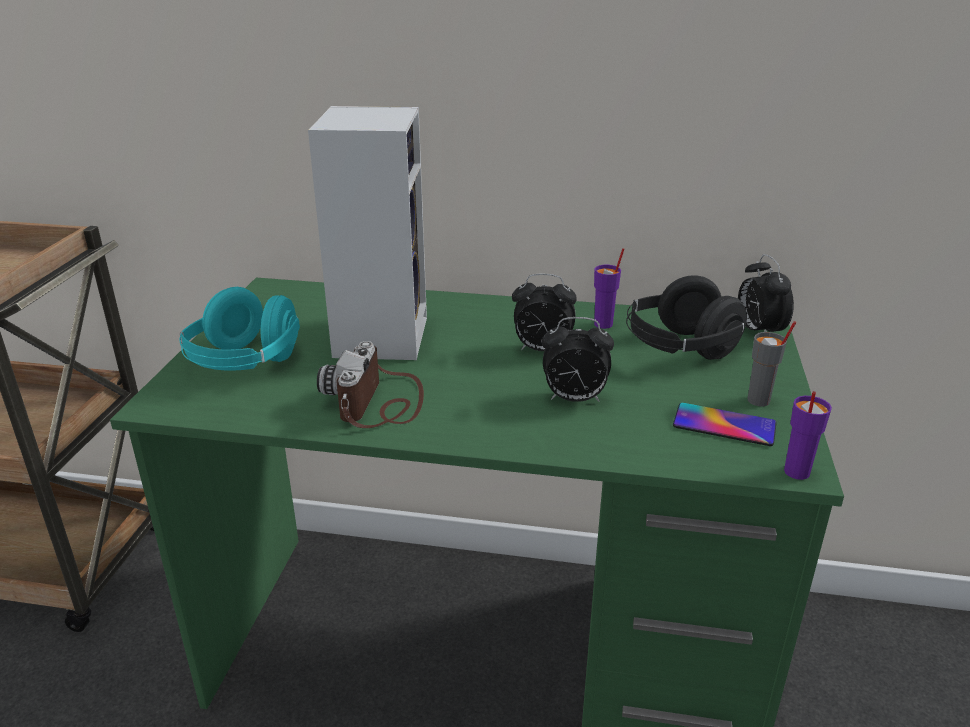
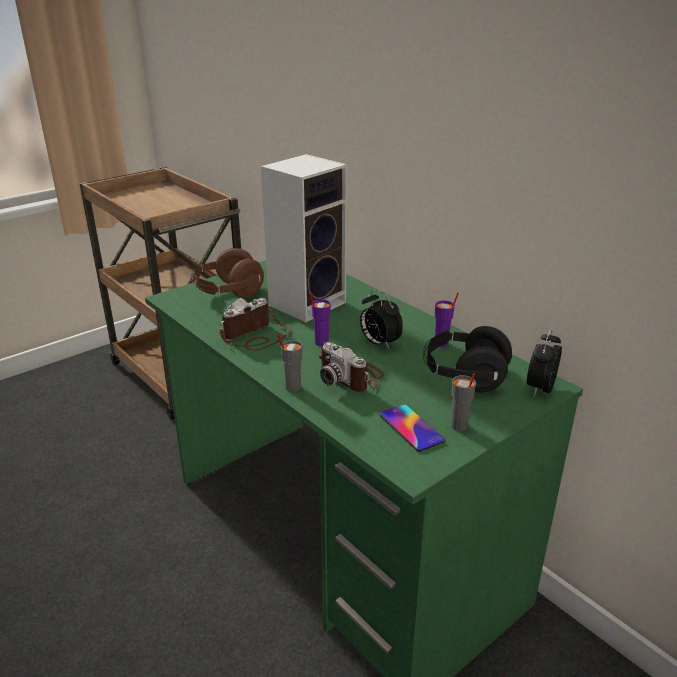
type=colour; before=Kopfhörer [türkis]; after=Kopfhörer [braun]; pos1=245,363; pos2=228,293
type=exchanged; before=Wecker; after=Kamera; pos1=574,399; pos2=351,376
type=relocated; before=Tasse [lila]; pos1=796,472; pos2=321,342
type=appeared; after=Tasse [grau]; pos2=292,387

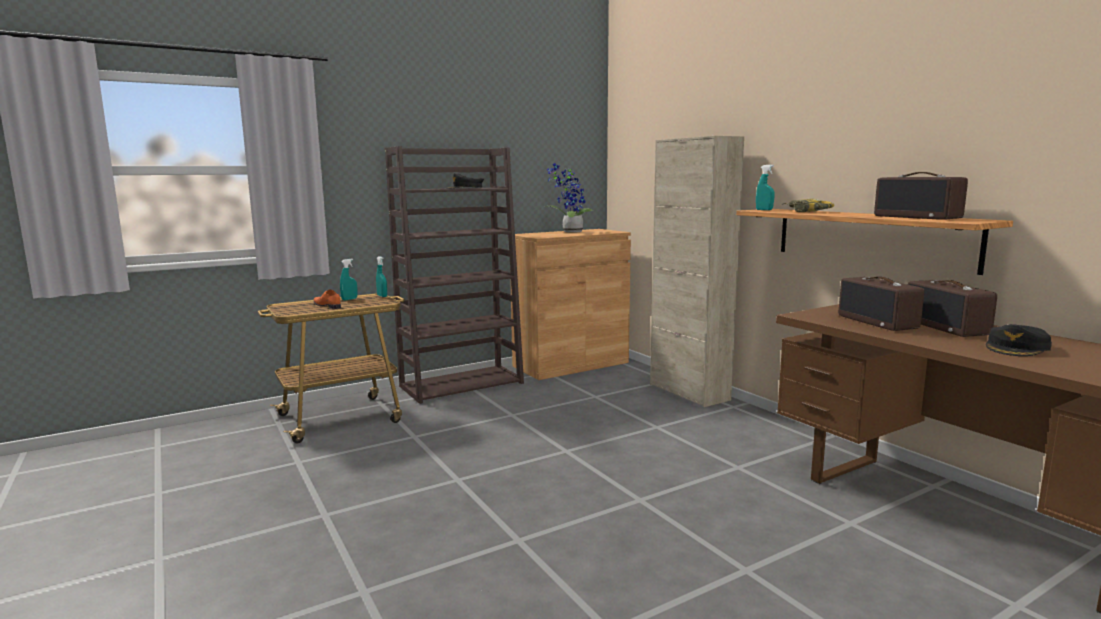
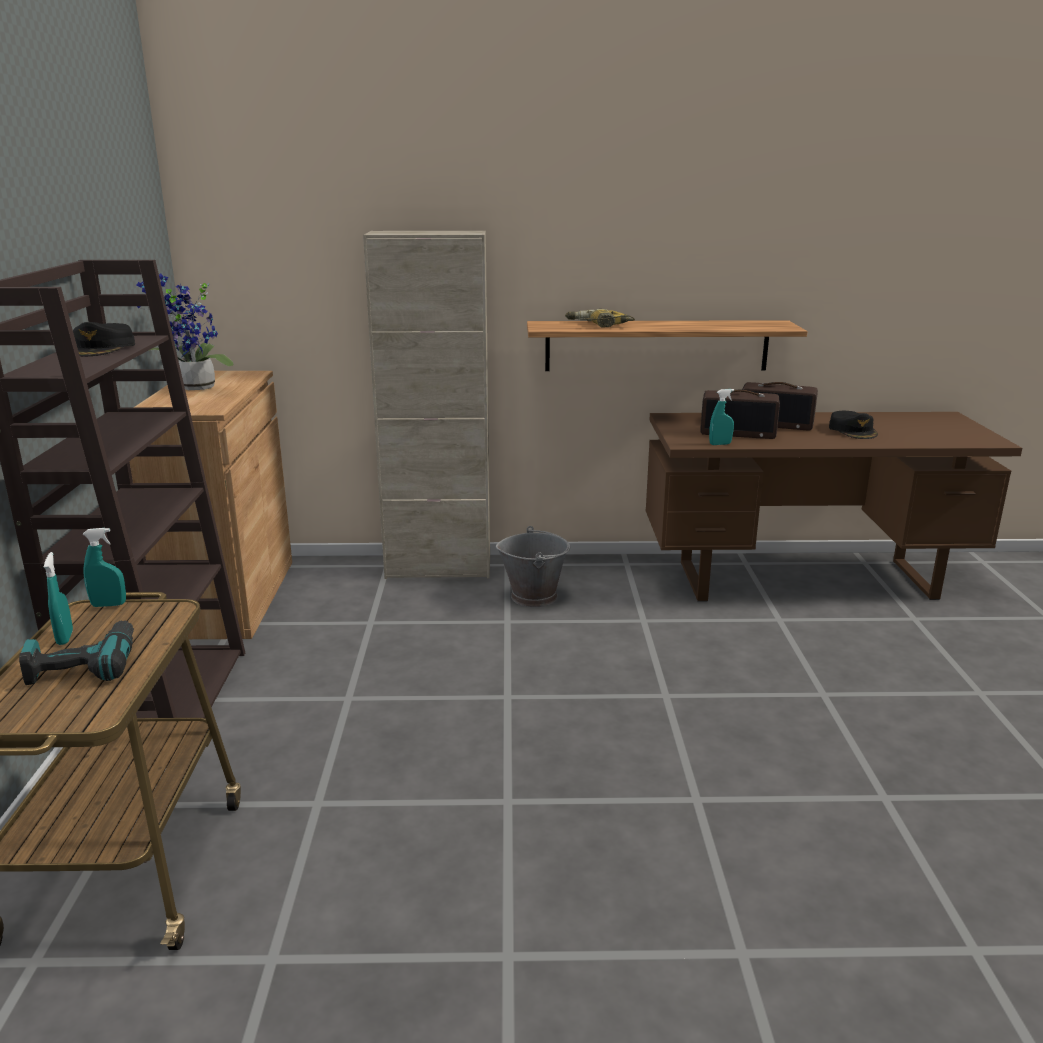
type=exchanged; before=Schuh [orange]; after=Bohrmaschine; pos1=328,305; pos2=83,665
type=relocated; before=Sprühflasche [türkis]; pos1=764,210; pos2=720,444
type=missing; before=Radio; pos1=918,217
type=appeared; after=Eimer [grau]; pos2=534,596

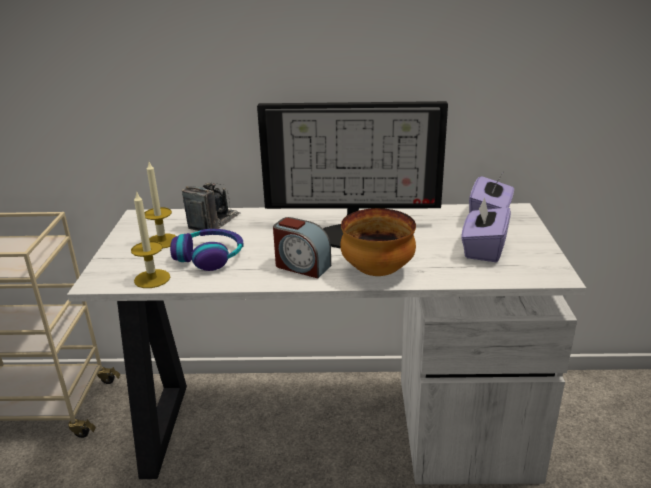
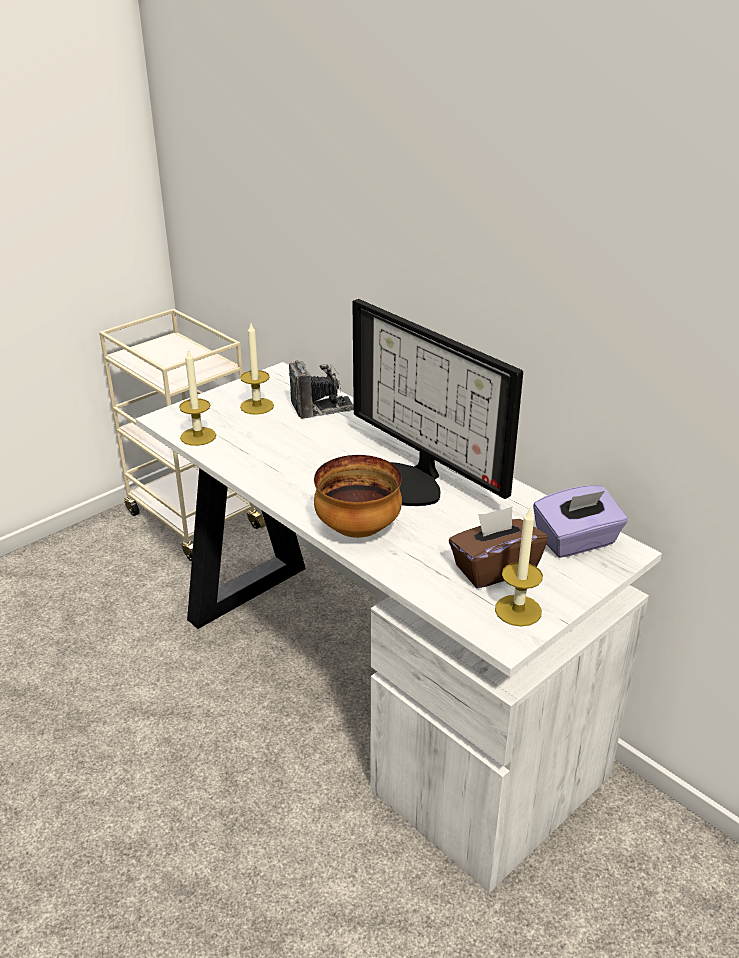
type=missing; before=Kopfhörer; pos1=210,256
type=missing; before=Wecker; pos1=302,266
type=colour; before=Taschentuchbox [lila]; after=Taschentuchbox [braun]; pos1=483,249; pos2=494,569
type=appeared; after=Kerze; pos2=518,610

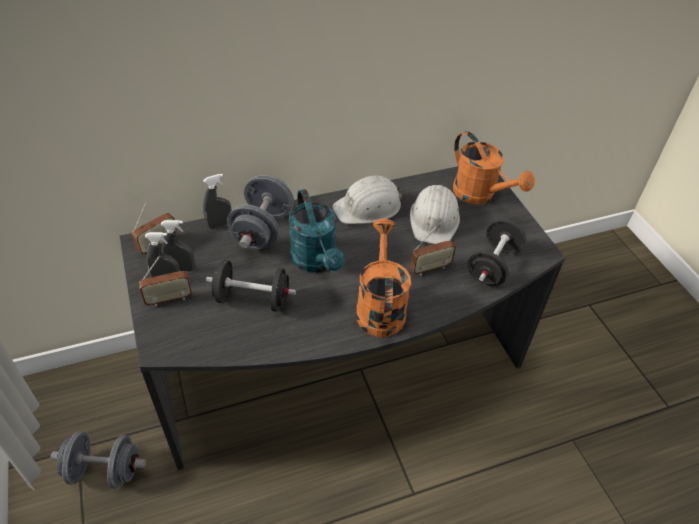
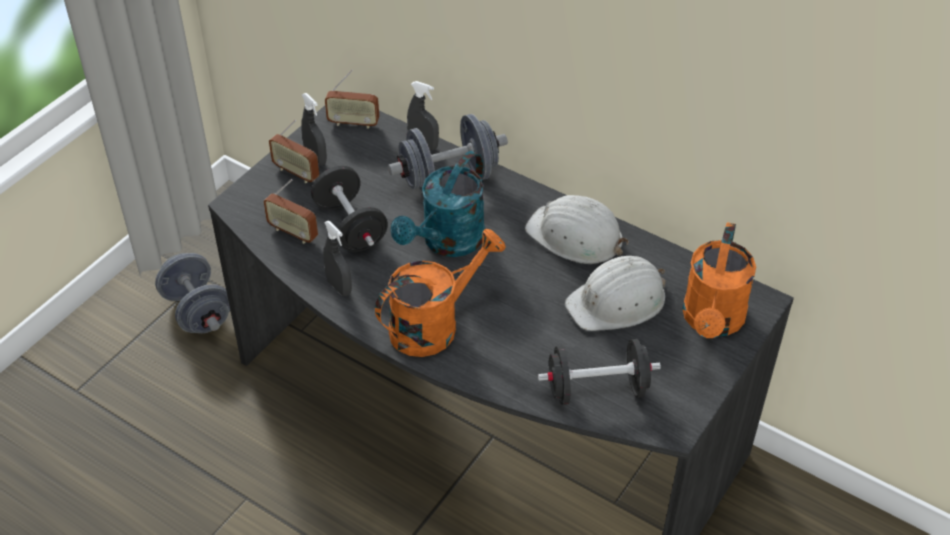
type=relocated; before=Sprühflasche [grau]; pos1=181,269; pos2=339,287
type=relocated; before=Radio; pos1=430,268; pos2=293,233

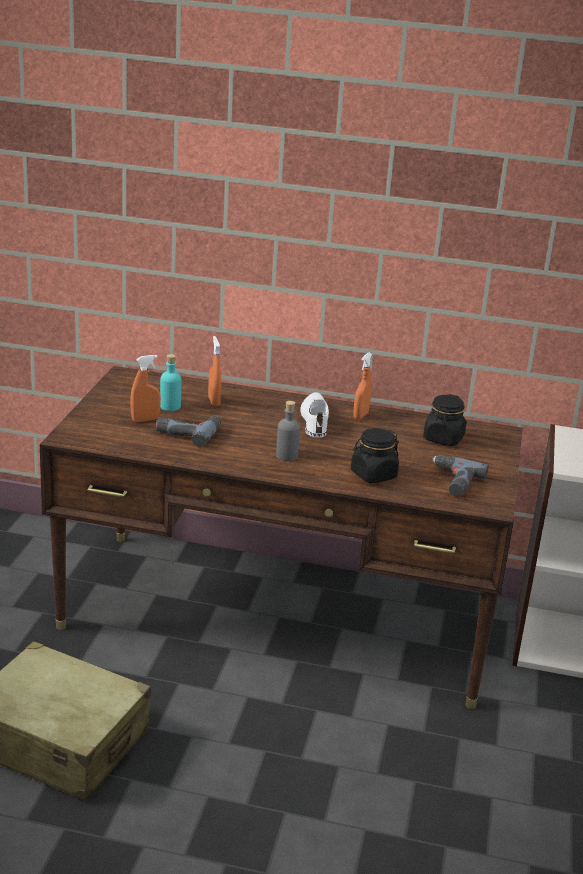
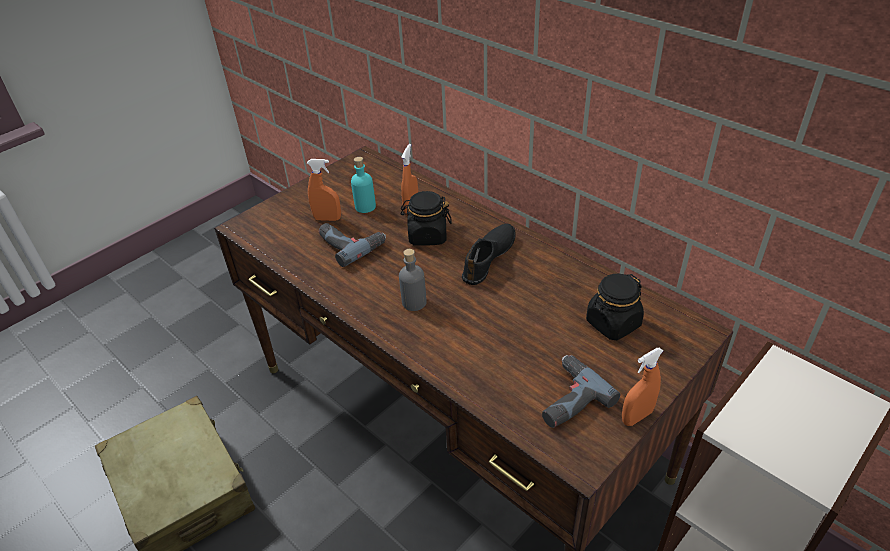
type=colour; before=Schuh [weiß]; after=Schuh [schwarz]; pos1=315,420; pos2=489,258
type=relocated; before=Vorratsglas [schwarz]; pos1=373,475; pos2=427,236
type=relocated; before=Sprühflasche [orange]; pos1=360,415; pos2=637,416

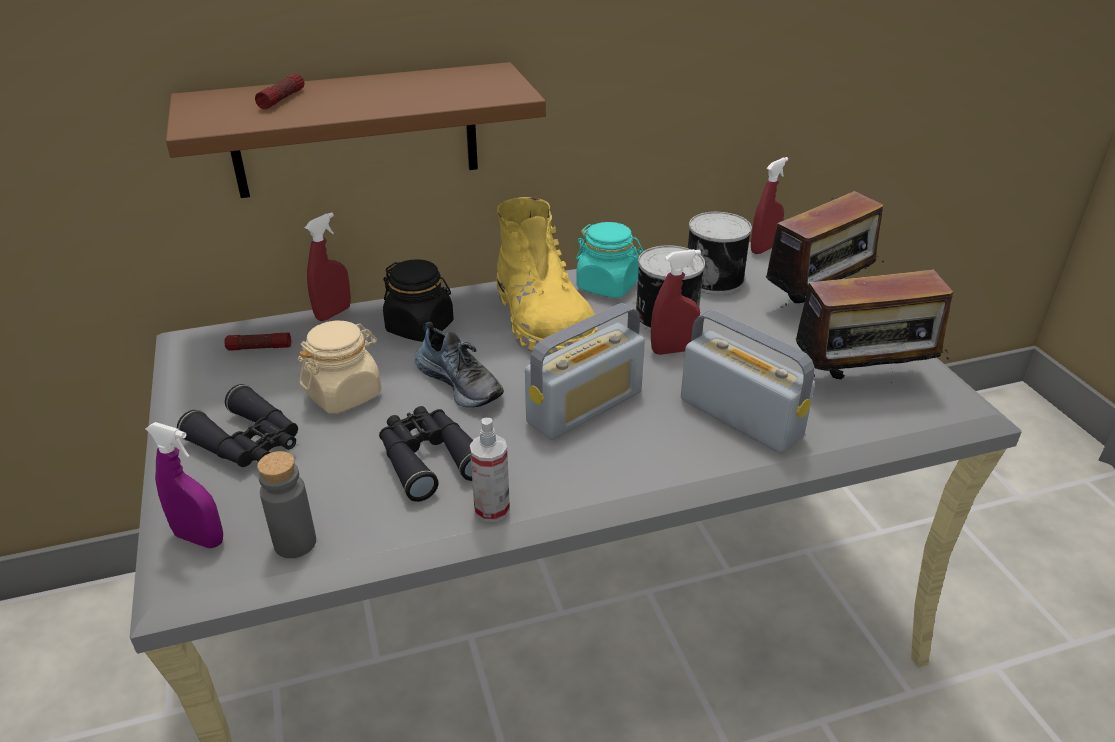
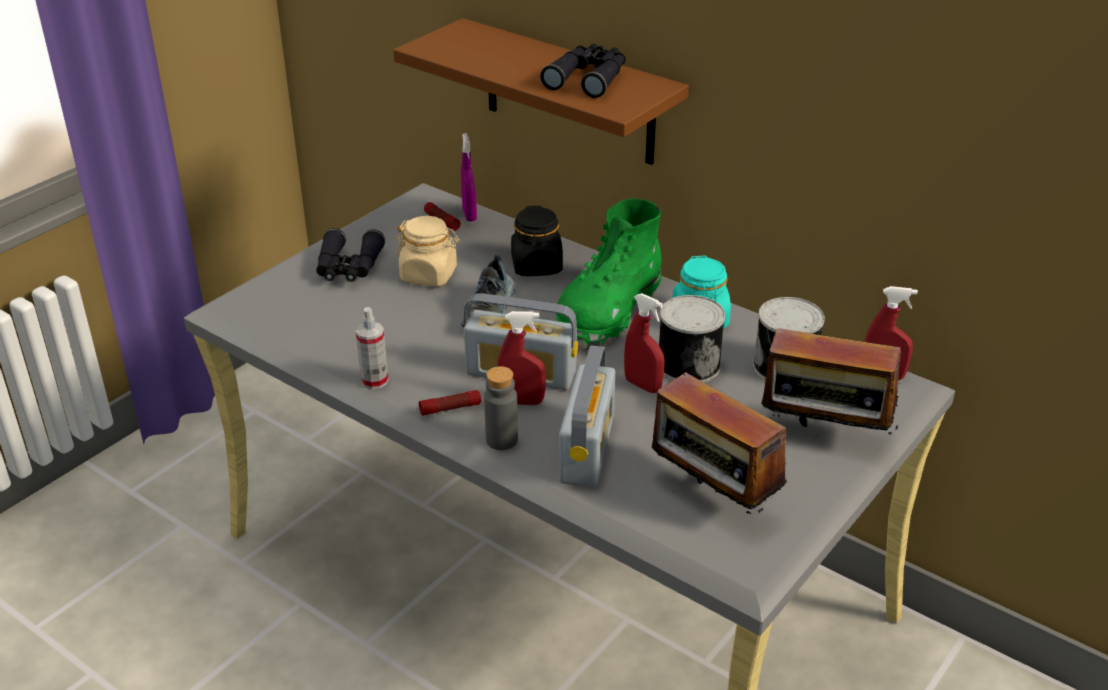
type=relocated; before=Sprühflasche [lila]; pos1=199,538; pos2=469,215
type=relocated; before=Taschenlampe; pos1=282,99; pos2=450,408
type=relocated; before=Flasche [grau]; pos1=295,543; pos2=501,440
type=relocated; before=Sprühflasche [rot]; pos1=333,313; pos2=522,402
type=relocated; before=Fernglas [schwarz]; pos1=428,459; pos2=588,78
type=colour; before=Stiefel [gelb]; after=Stiefel [grün]; pos1=543,322; pos2=608,312

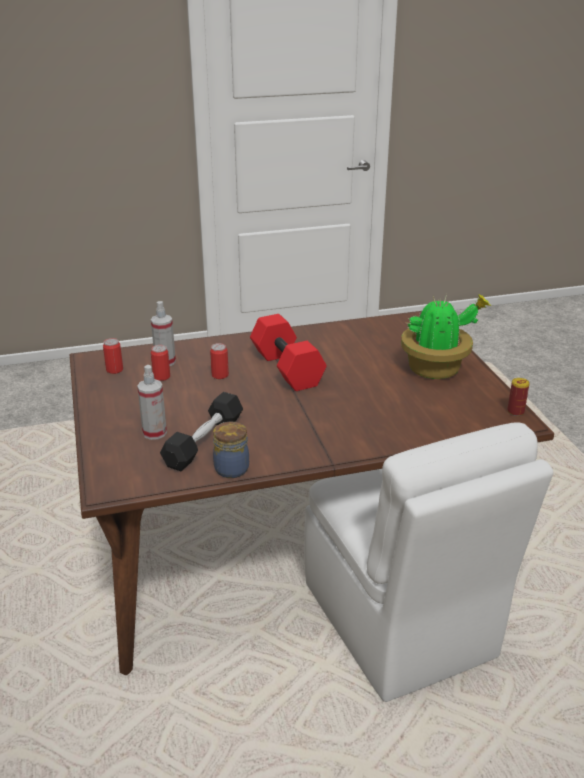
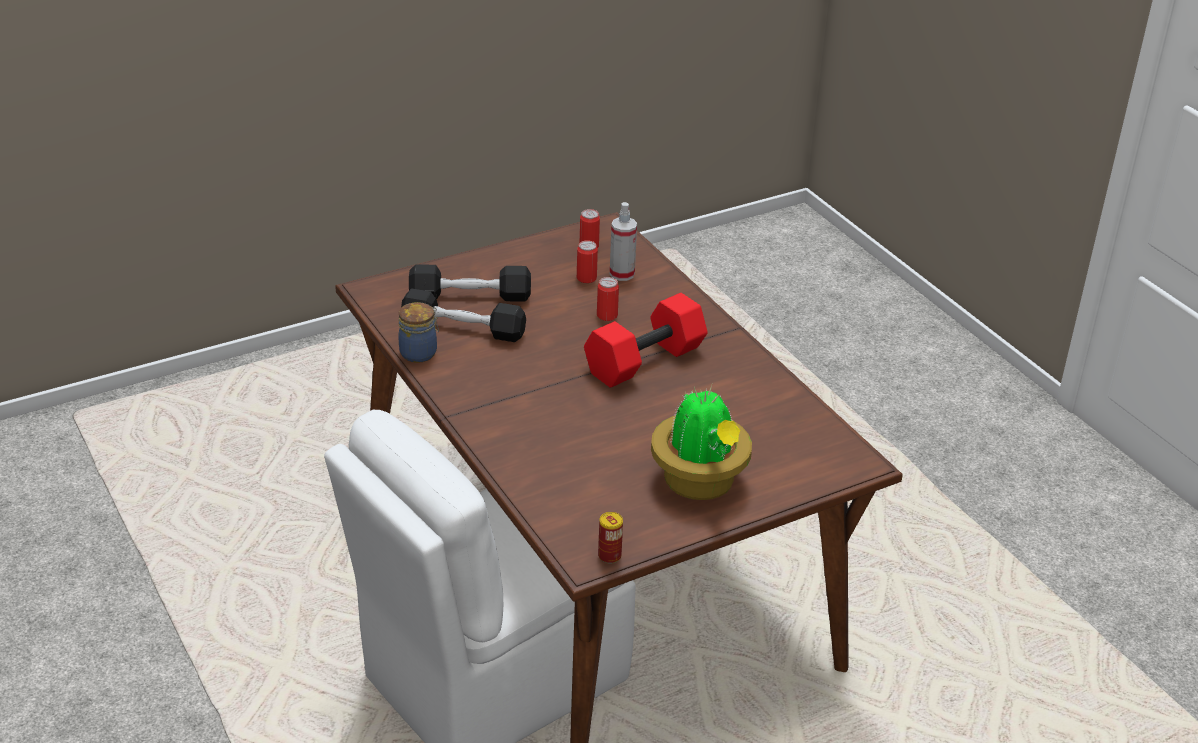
type=exchanged; before=Sprühflasche; after=Hantel [schwarz]; pos1=154,433; pos2=470,296

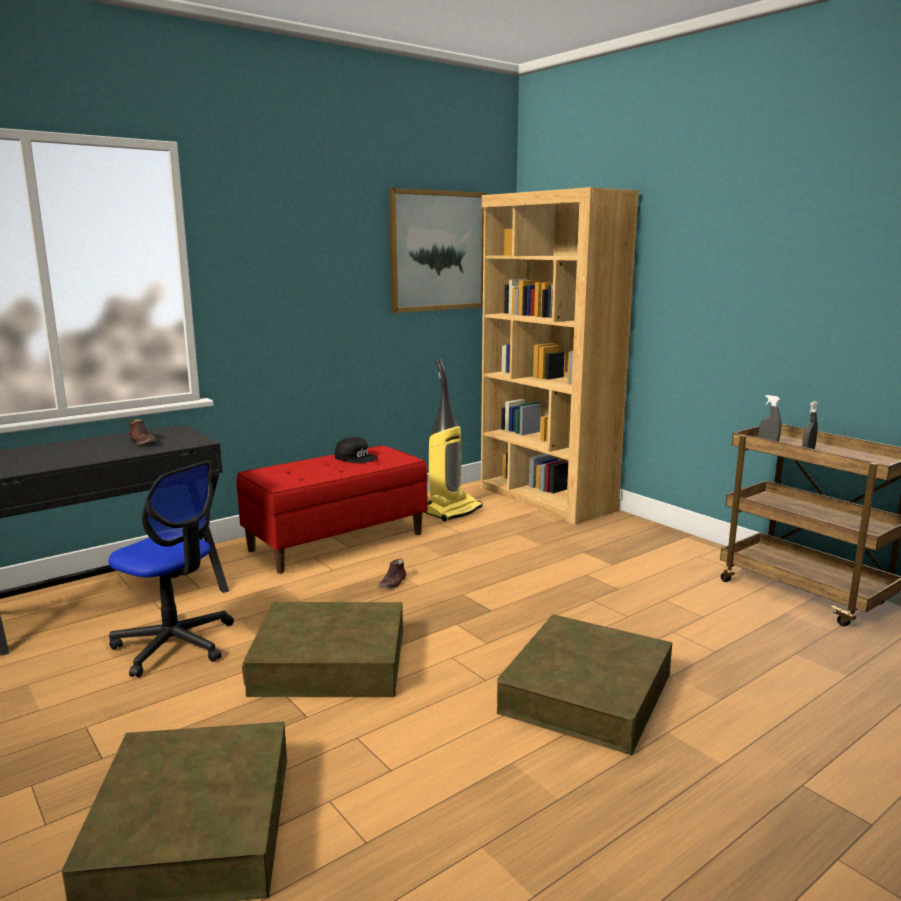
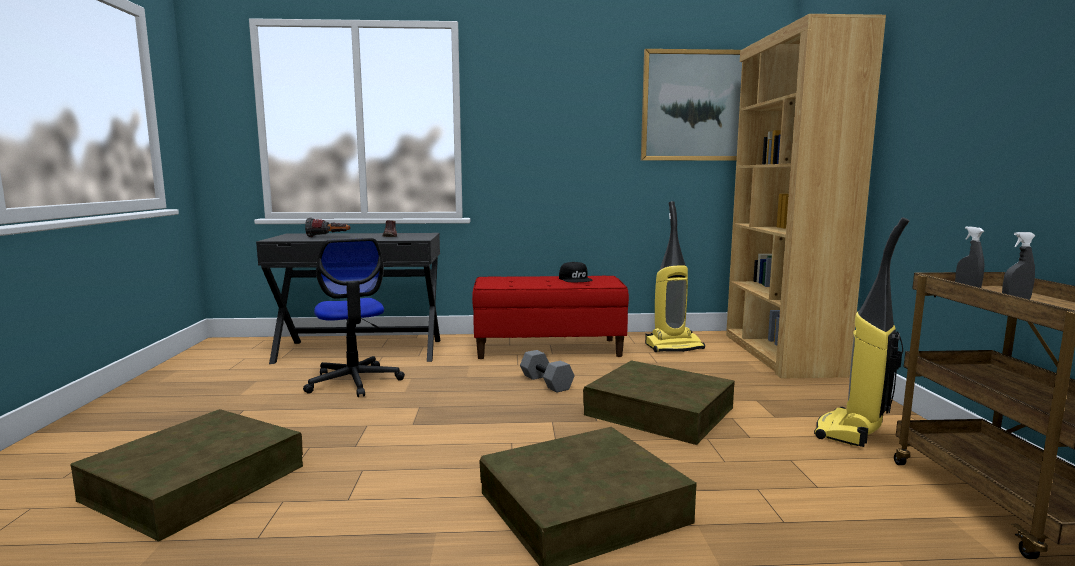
type=relocated; before=Aufbewahrungsbox [braun]; pos1=330,662; pos2=659,411
type=exchanged; before=Schuh [braun]; after=Hantel [grau]; pos1=393,583; pos2=547,382
type=appeared; after=Taschenlampe; pos2=328,237
type=appeared; after=Staubsauger; pos2=851,431

